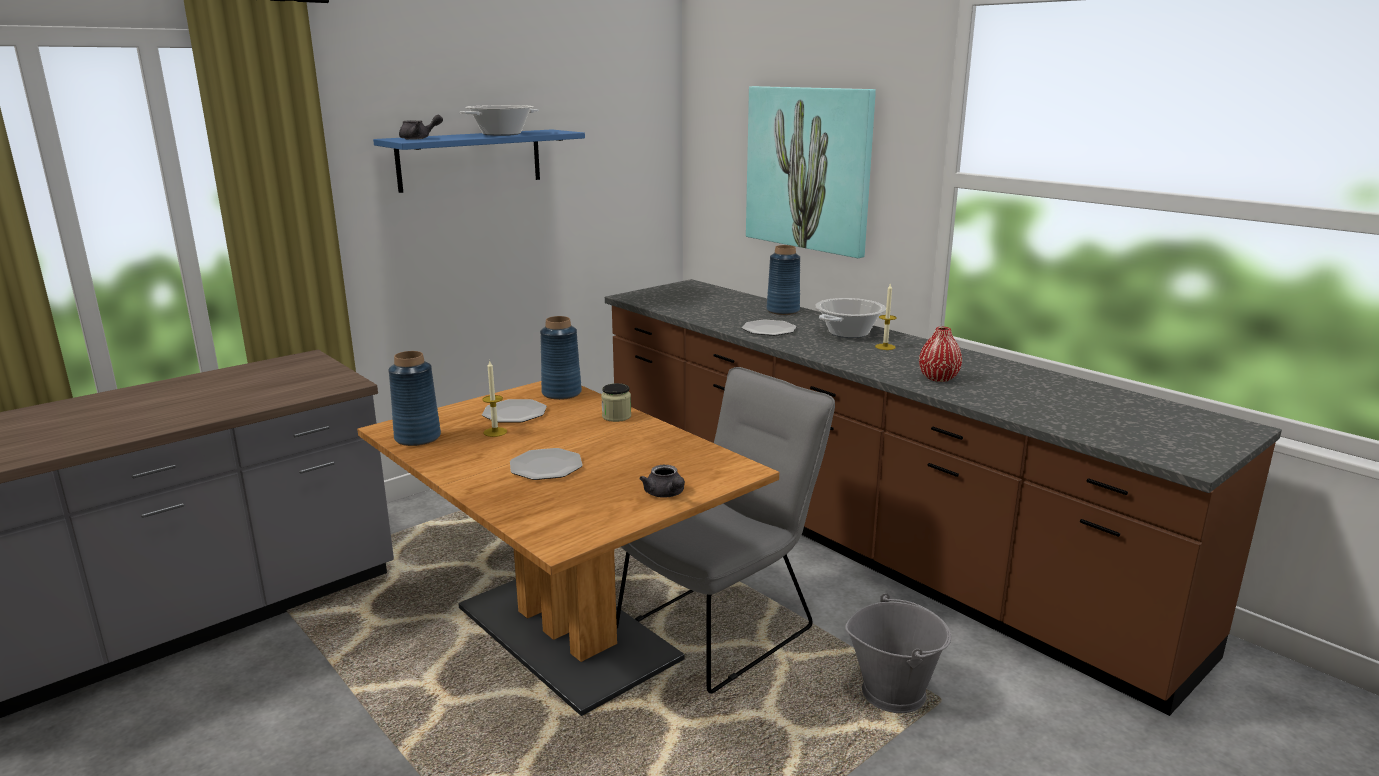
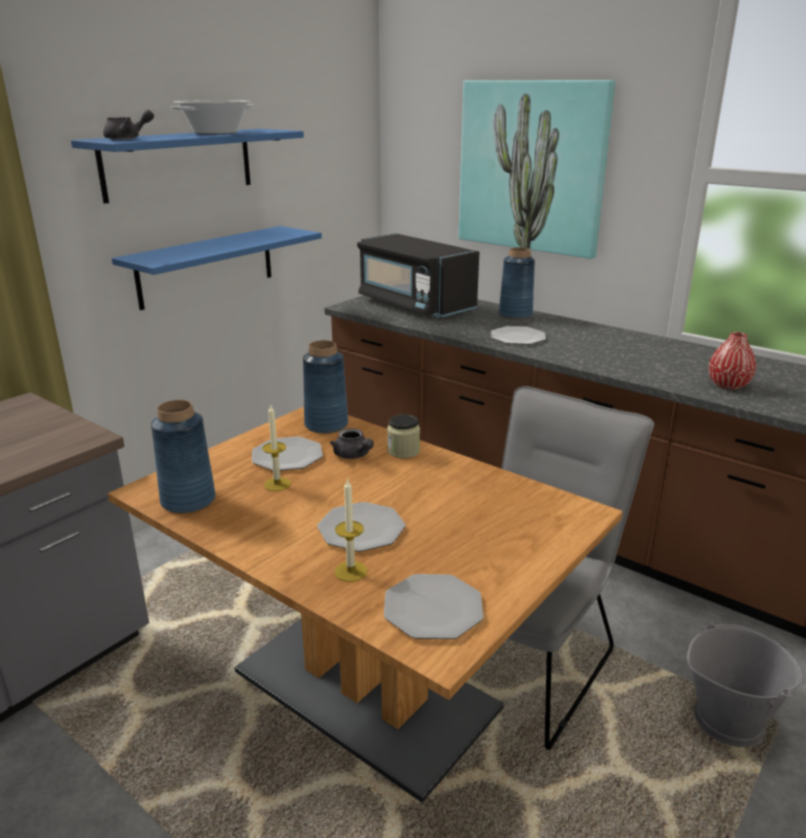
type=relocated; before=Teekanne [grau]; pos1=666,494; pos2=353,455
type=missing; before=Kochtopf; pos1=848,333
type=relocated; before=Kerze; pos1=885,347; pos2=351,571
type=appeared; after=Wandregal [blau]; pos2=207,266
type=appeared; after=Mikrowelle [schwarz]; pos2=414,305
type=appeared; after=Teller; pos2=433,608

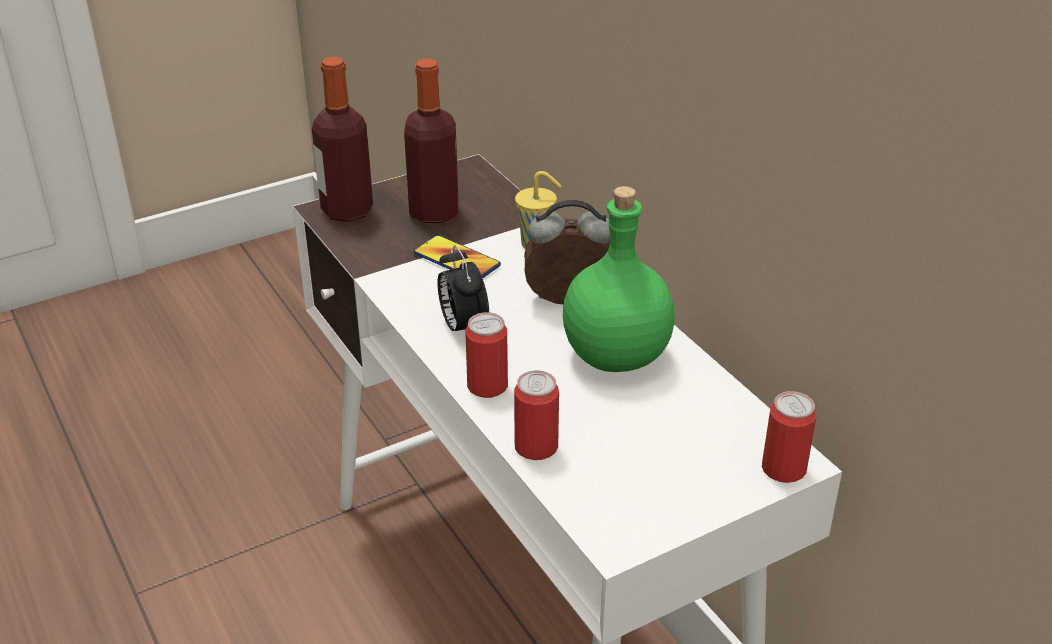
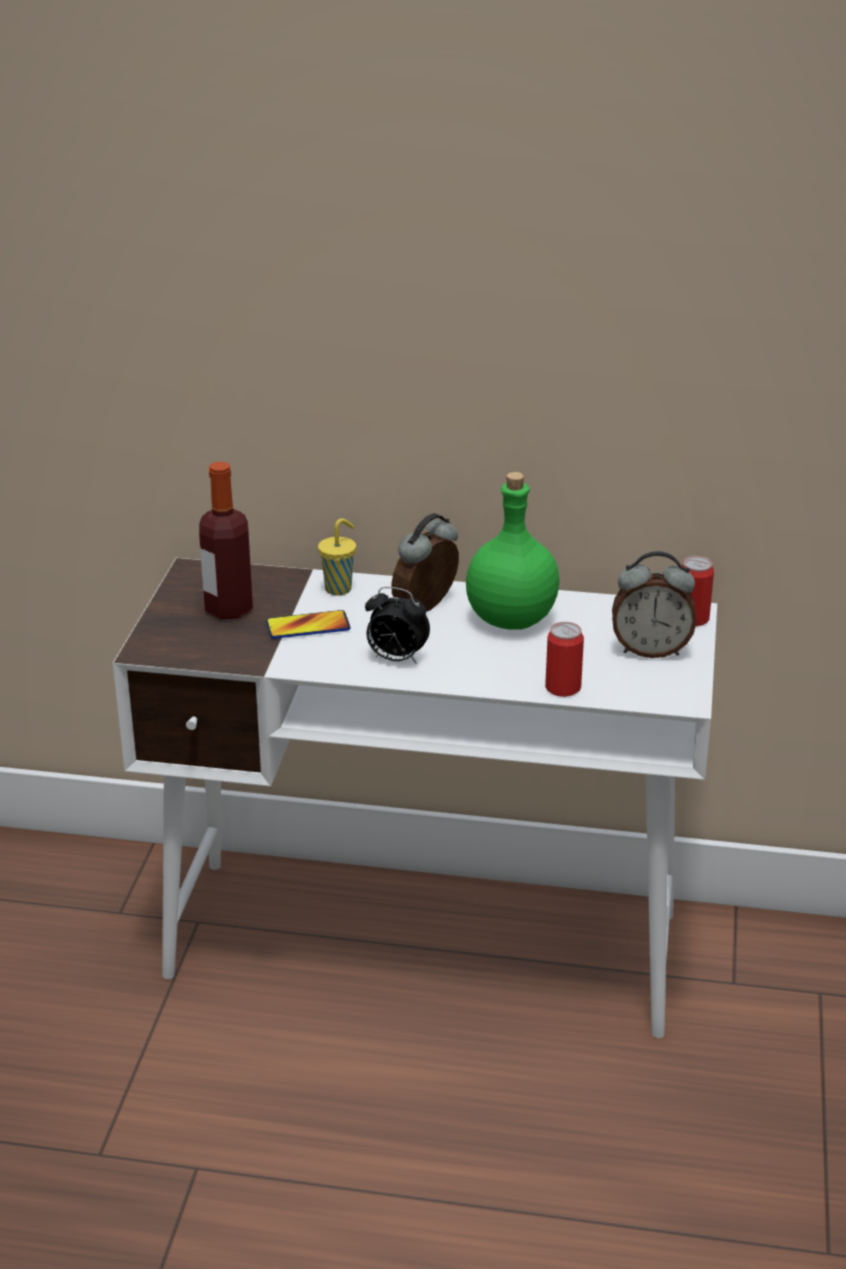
type=missing; before=Flasche; pos1=347,210
type=missing; before=Dose; pos1=487,386
type=appeared; after=Wecker; pos2=651,650

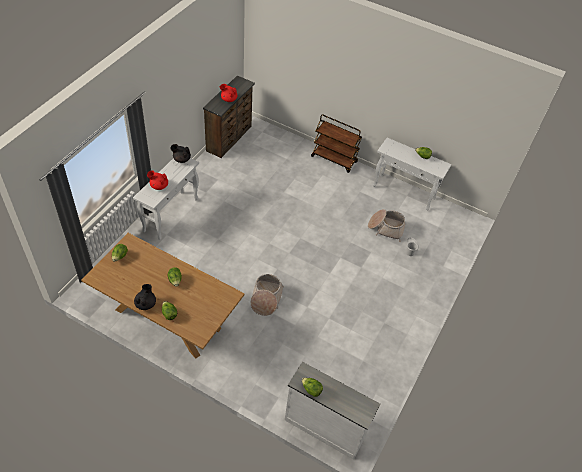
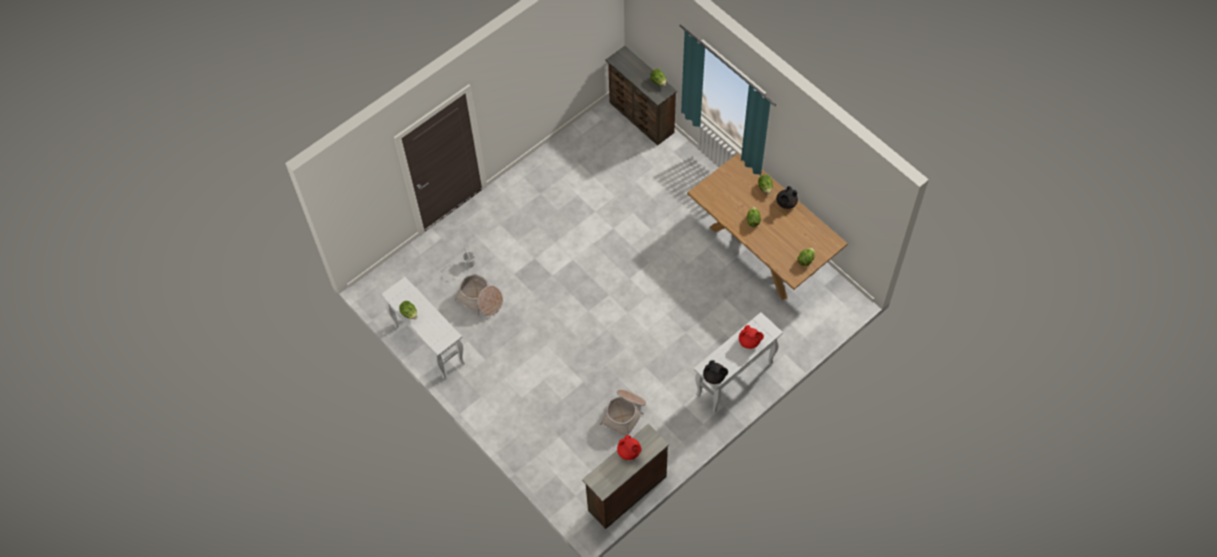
type=relocated; before=Korb; pos1=266,298; pos2=624,414
type=colour; before=Kommode [weiß]; after=Kommode [braun]; pos1=324,427; pos2=641,118
type=missing; before=Rollwagen [braun]; pos1=334,159

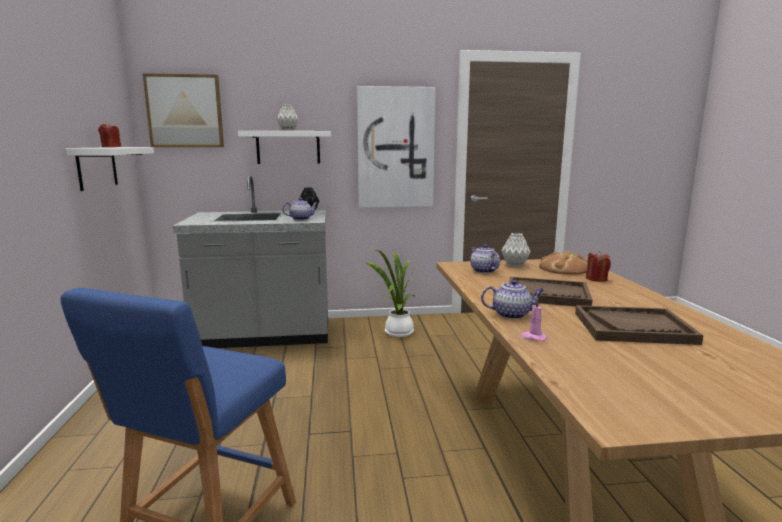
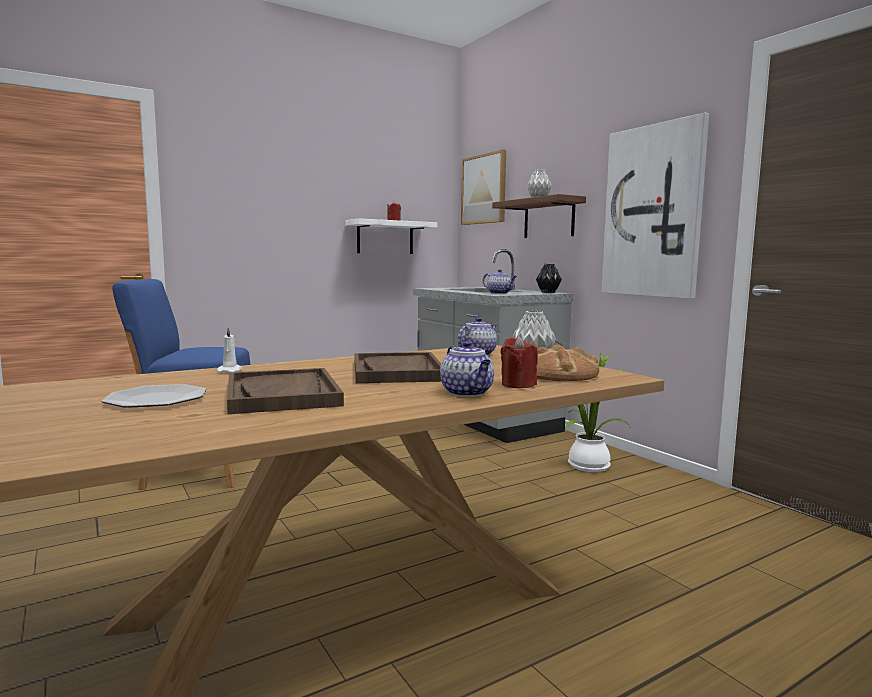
type=colour; before=Wandregal [weiß]; after=Wandregal [braun]; pos1=288,147; pos2=549,218
type=relocated; before=Teekanne; pos1=512,314; pos2=468,393
type=colour; before=Kerze [rosa]; after=Kerze [weiß]; pos1=533,337; pos2=230,371
type=appeared; after=Teller; pos2=156,399

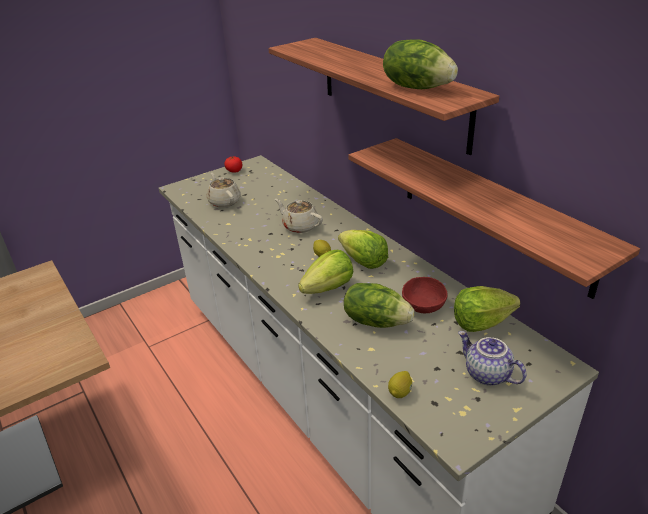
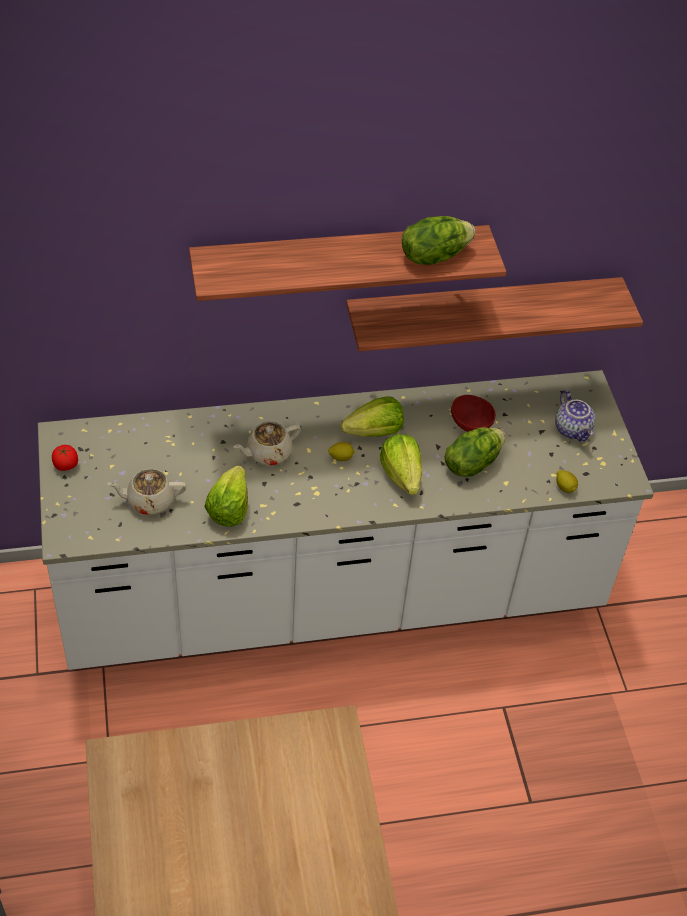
type=relocated; before=Salatkopf; pos1=481,322; pos2=229,509
type=spun; before=Teekanne; pos1=486,374; pos2=573,430; turn=-90

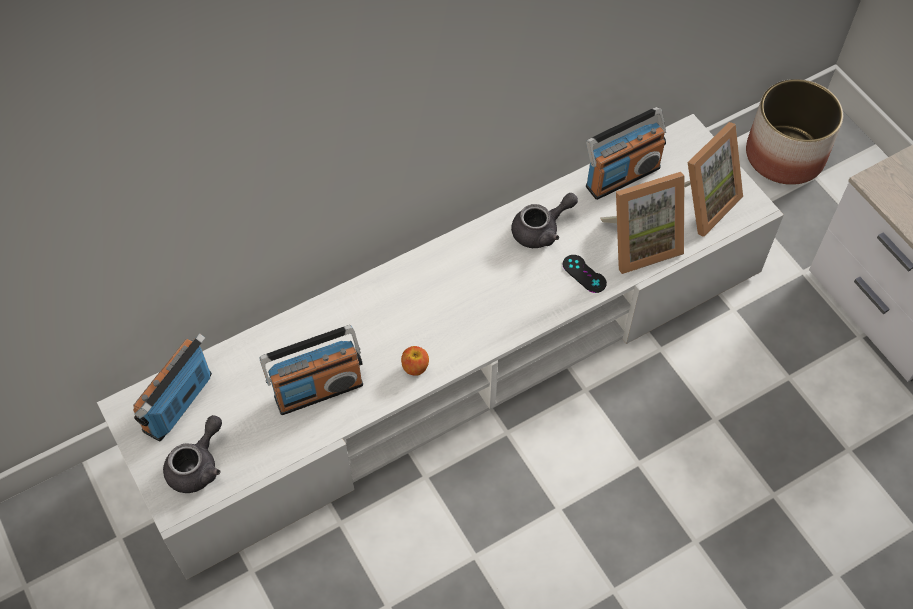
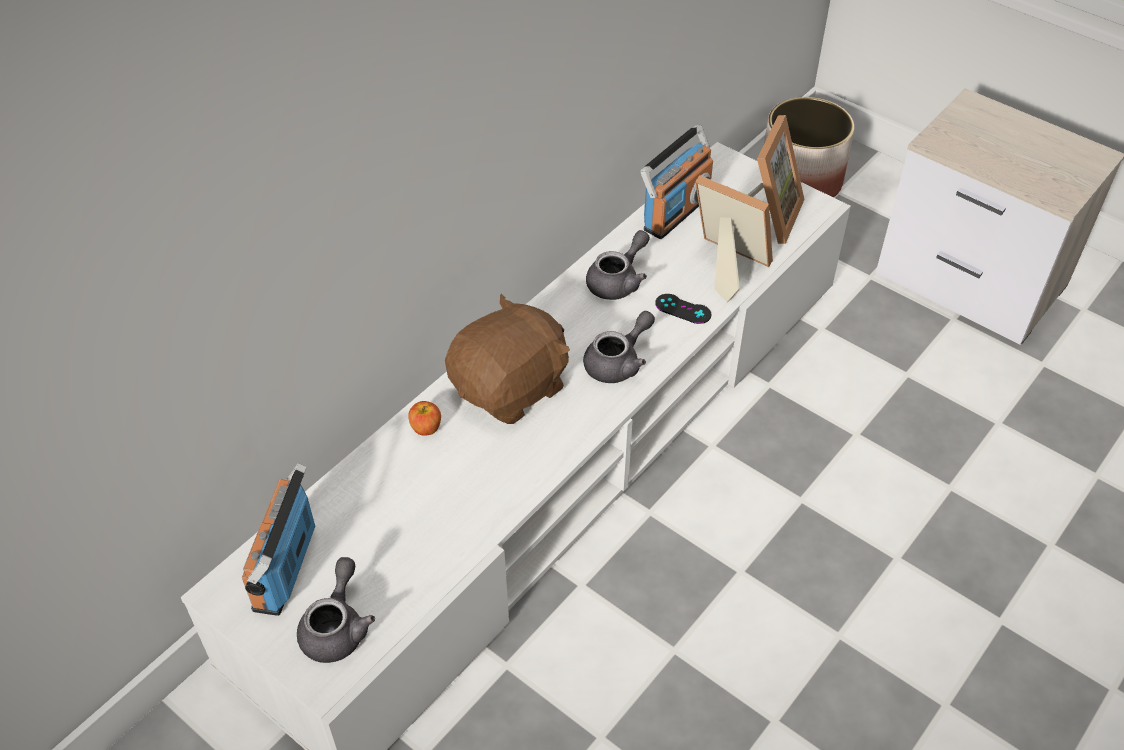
type=missing; before=Radio; pos1=318,390
type=relocated; before=Apfel; pos1=415,367; pos2=426,428
type=spun; before=Bilderrahmen; pos1=640,243; pos2=725,266; turn=-105
type=appeared; after=Plüschtier [braun]; pos2=511,388
type=appeared; after=Teekanne [grau]; pos2=618,362

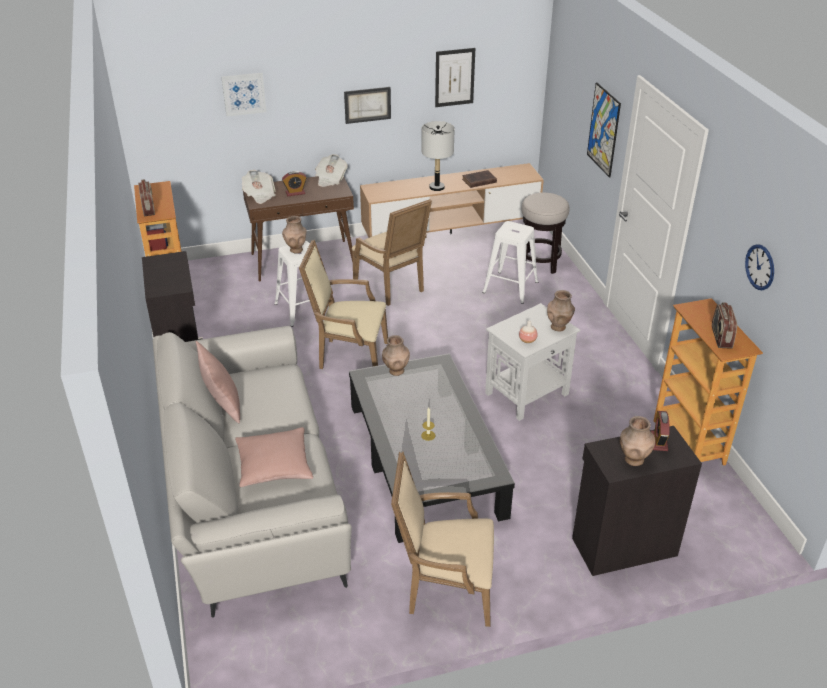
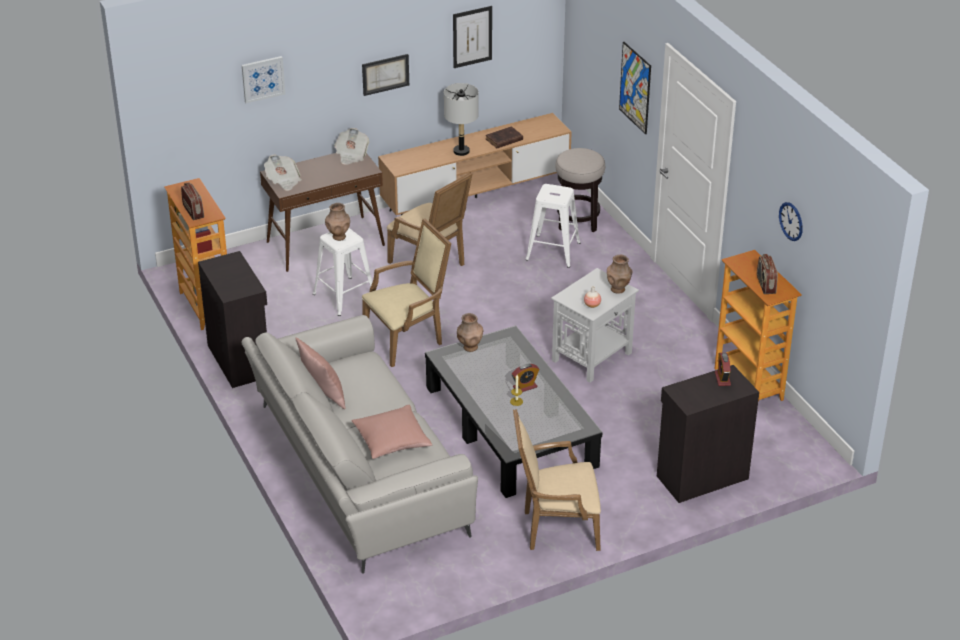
type=relocated; before=Wecker; pos1=295,193; pos2=525,387
type=spun; before=Sessel [beige]; pos1=348,356; pos2=408,339; turn=150
type=missing; before=Vase [braun]; pos1=633,459

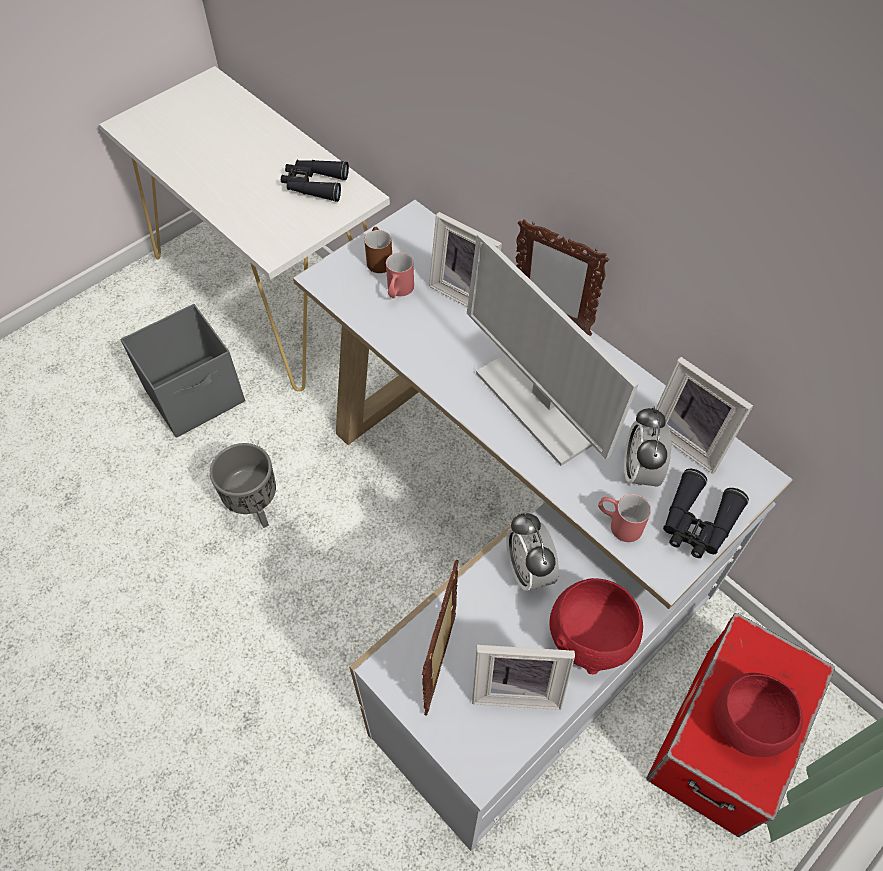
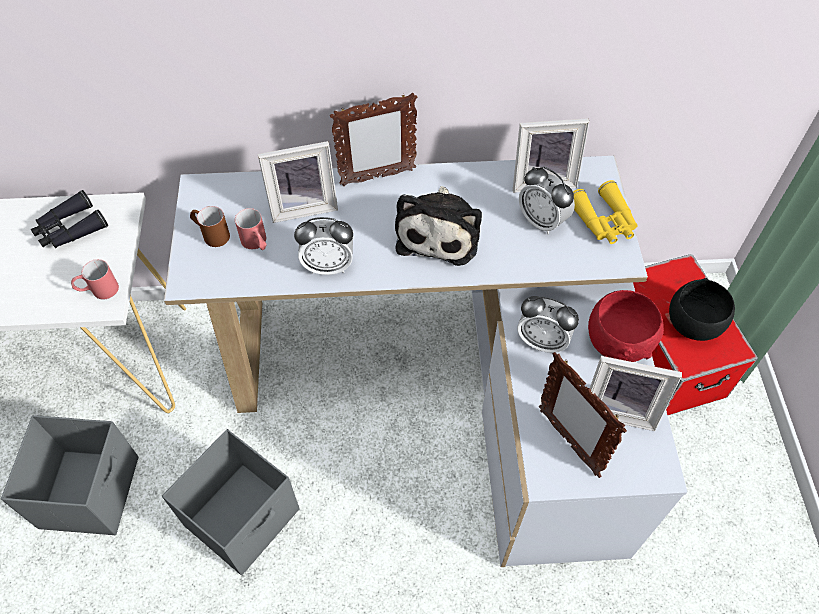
type=exchanged; before=Pflanzkübel [grau]; after=Aufbewahrungsbox [grau]; pos1=255,507; pos2=244,517
type=exchanged; before=Monitor; after=Plüschtier; pos1=541,402; pos2=439,232
type=spun; before=Bilderrahmen; pos1=516,687; pos2=619,408; turn=60
type=relocated; before=Henkelbecher [rot]; pos1=618,523; pos2=98,291
type=colour; before=Fernglas [schwarz]; after=Fernglas [gelb]; pos1=697,523; pos2=604,221
type=colour; before=Schüssel [rot]; after=Schüssel [schwarz]; pos1=745,724; pos2=693,325
type=appeared; after=Wecker; pos2=328,265

